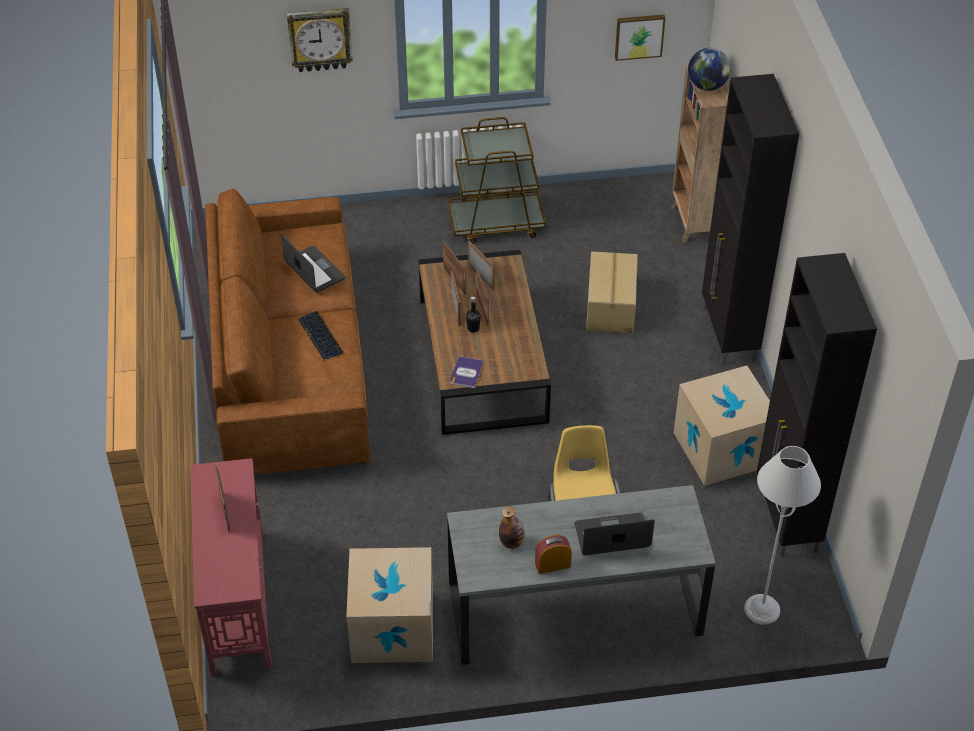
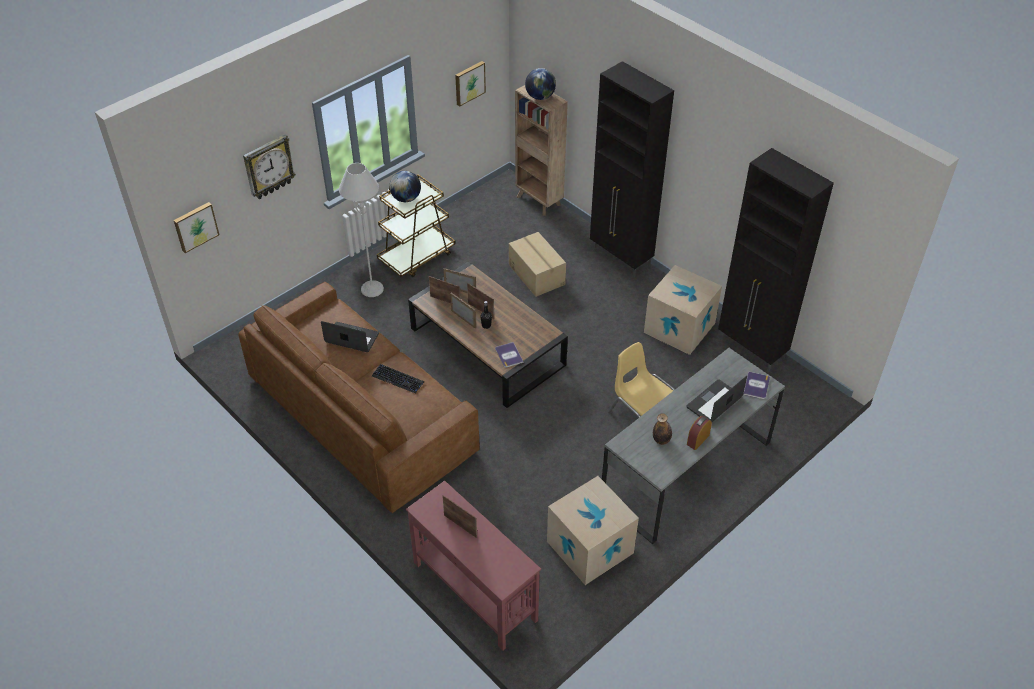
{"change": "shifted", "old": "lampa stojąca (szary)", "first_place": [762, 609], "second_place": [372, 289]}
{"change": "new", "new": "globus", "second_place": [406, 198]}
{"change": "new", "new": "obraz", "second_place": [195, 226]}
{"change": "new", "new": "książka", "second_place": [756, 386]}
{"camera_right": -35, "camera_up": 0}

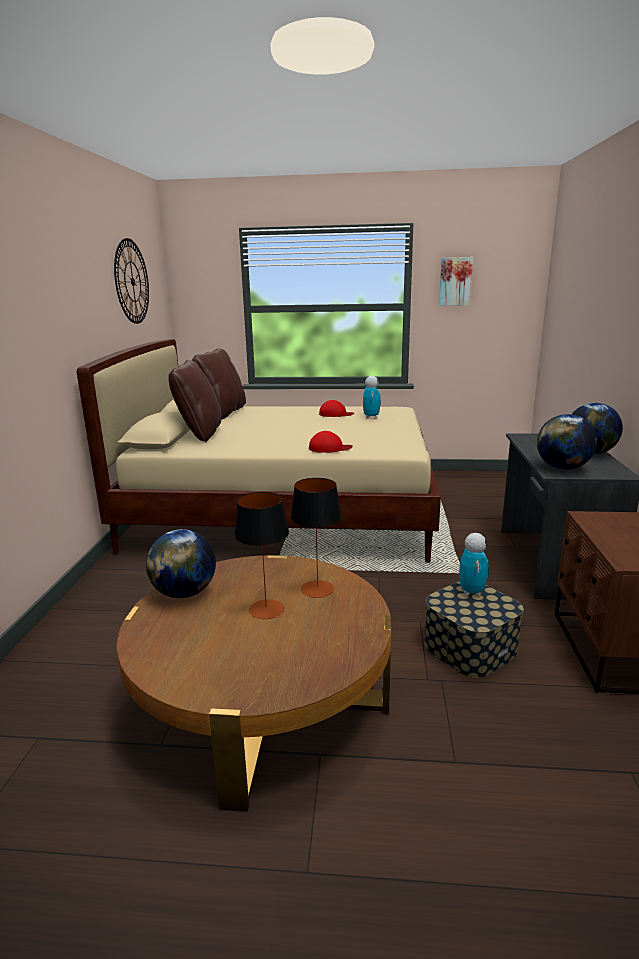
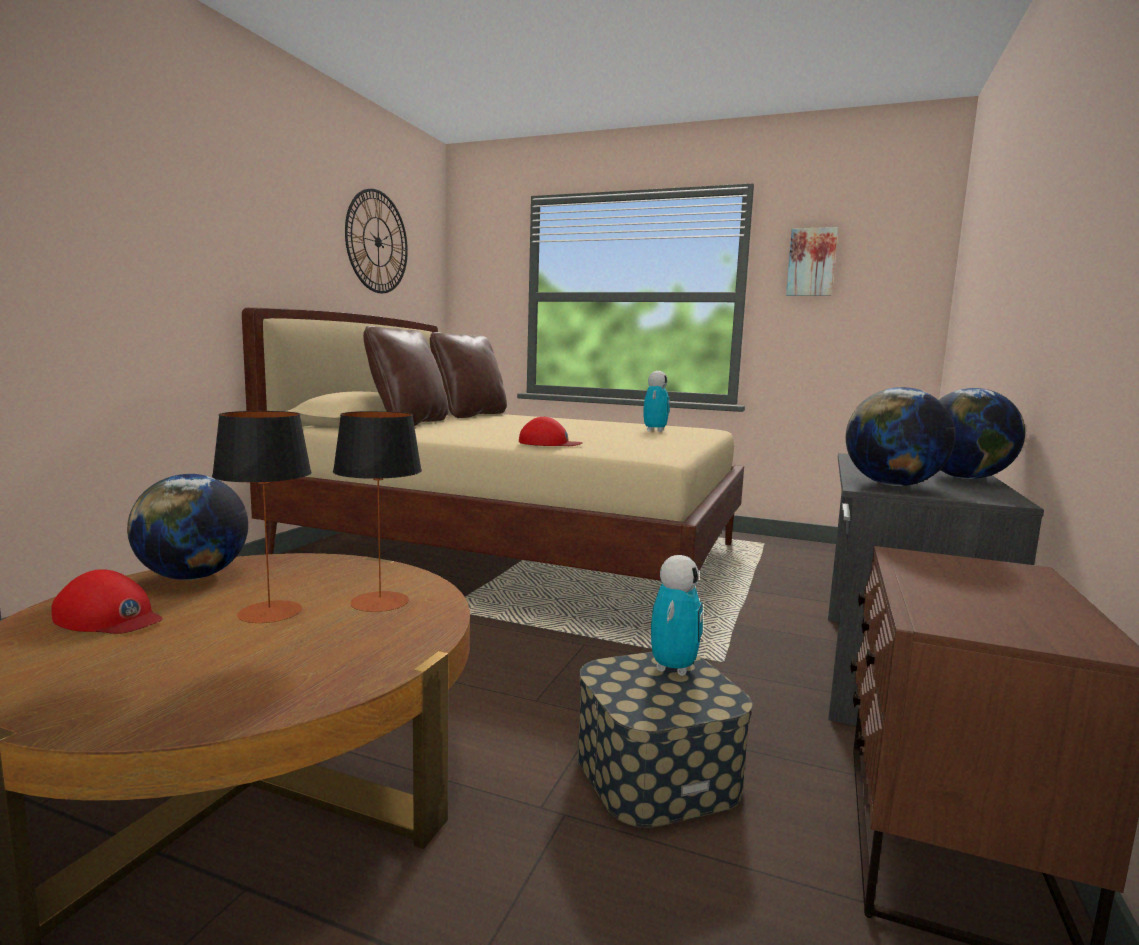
{"change": "shifted", "old": "czapka z daszkiem (czerwony)", "first_place": [335, 414], "second_place": [109, 618]}
{"camera_right": 15, "camera_up": -10}

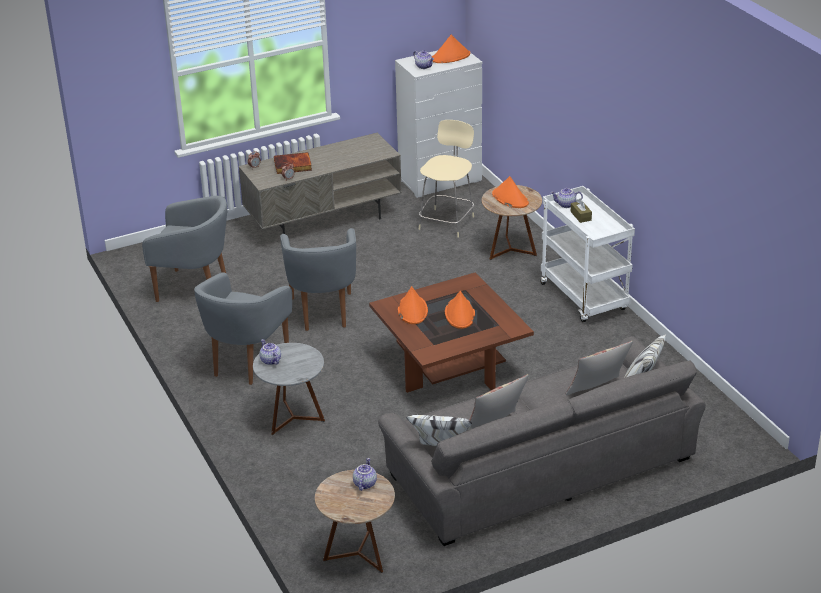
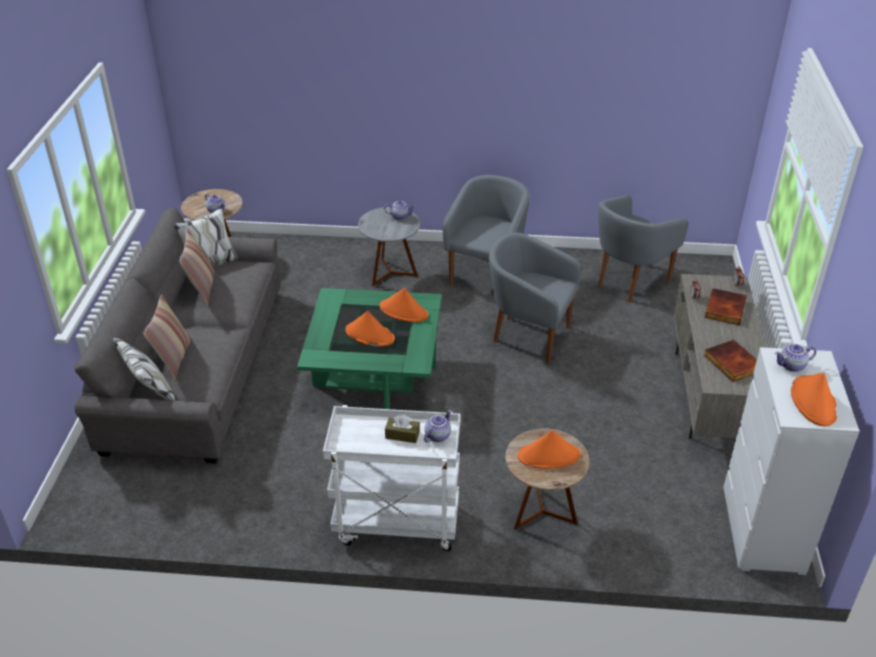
{"change": "gone", "old": "stołek (beżowy)", "first_place": [447, 222]}
{"change": "repainted", "old": "ława (brązowy)", "new": "ława (zielony)", "first_place": [450, 366], "second_place": [375, 376]}
{"change": "rotated", "old": "fotel (szary)", "first_place": [246, 363], "second_place": [487, 275], "degrees": 60}
{"change": "new", "new": "książka", "second_place": [731, 363]}
{"camera_right": 120, "camera_up": 5}

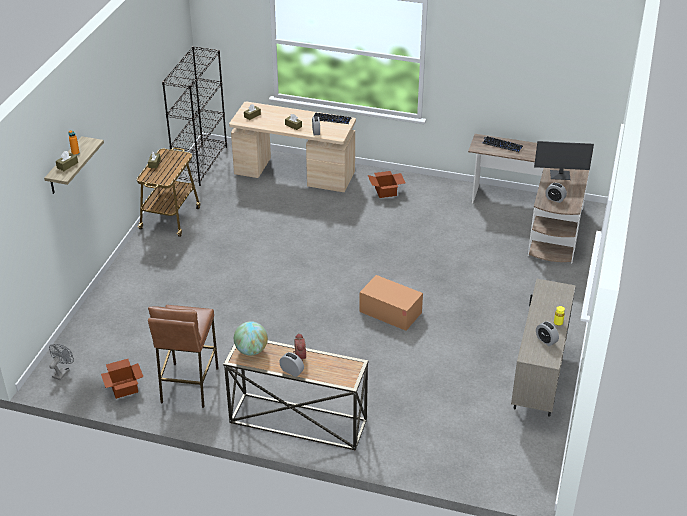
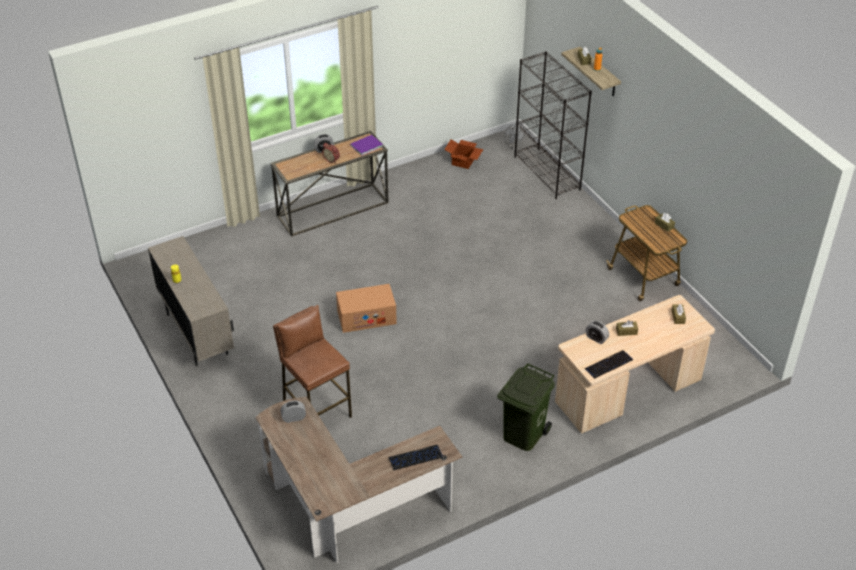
{"change": "shifted", "old": "regał (czarny)", "first_place": [200, 163], "second_place": [547, 173]}
{"change": "gone", "old": "monitor", "first_place": [560, 175]}
{"change": "swapped", "old": "karton", "new": "kosz na śmieci (zielony)", "first_place": [386, 192], "second_place": [522, 434]}
{"change": "shifted", "old": "stołek (brązowy)", "first_place": [189, 385], "second_place": [317, 410]}
{"change": "swapped", "old": "globus", "new": "książka (fioletowy)", "first_place": [251, 350], "second_place": [365, 145]}
{"change": "gone", "old": "budzik", "first_place": [546, 340]}
{"camera_right": 135, "camera_up": 5}

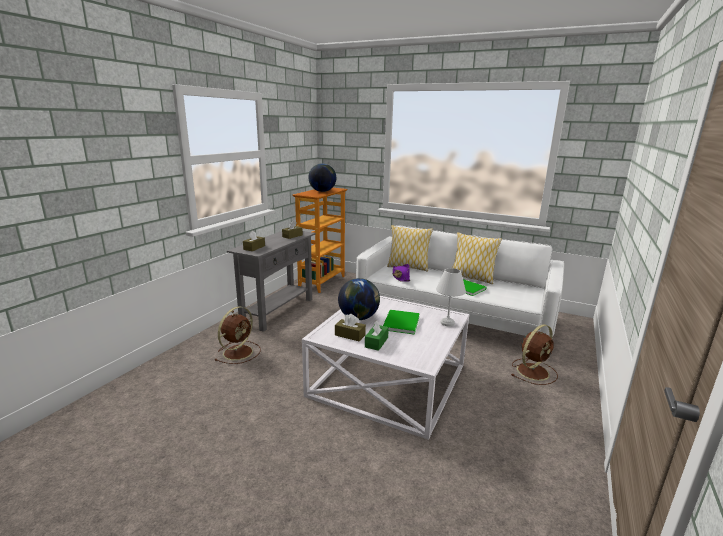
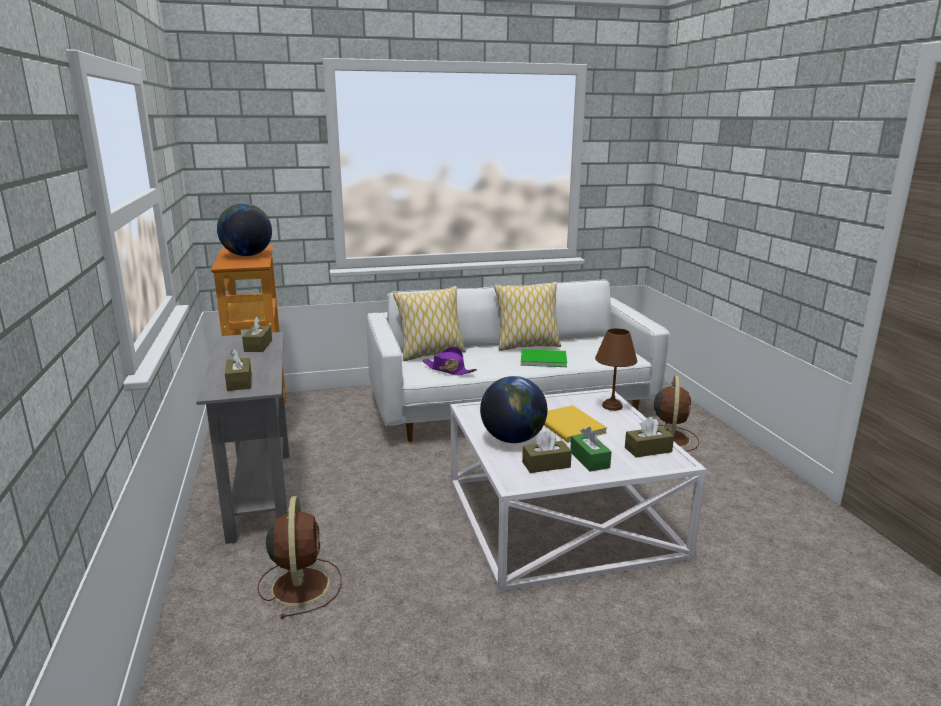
{"change": "repainted", "old": "lampa stołowa (biały)", "new": "lampa stołowa (brązowy)", "first_place": [446, 323], "second_place": [611, 406]}
{"change": "repainted", "old": "książka (zielony)", "new": "książka (żółty)", "first_place": [400, 323], "second_place": [569, 427]}
{"change": "new", "new": "pudełko chusteczek (brązowy)", "second_place": [648, 450]}
{"camera_right": -40, "camera_up": 0}

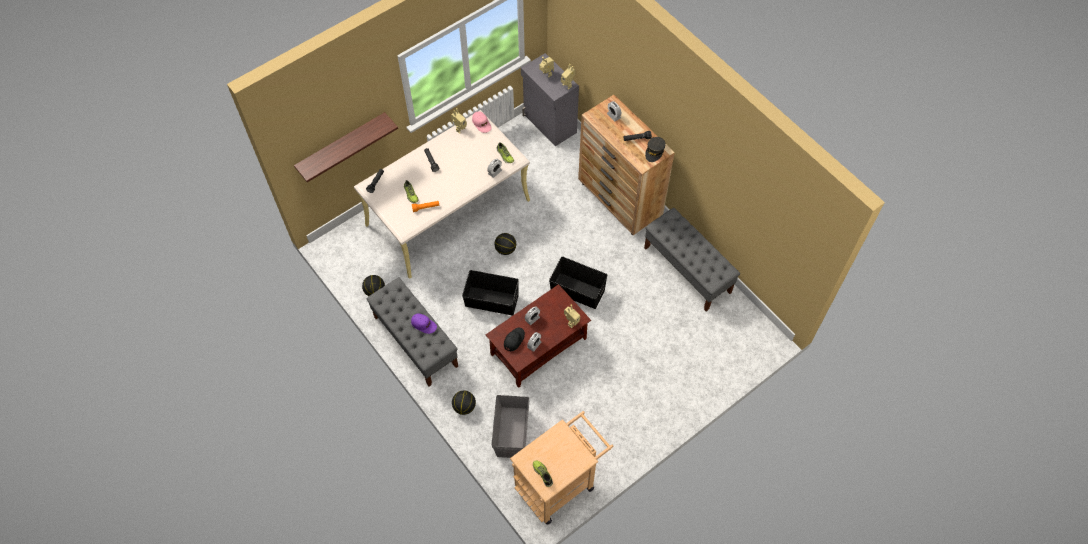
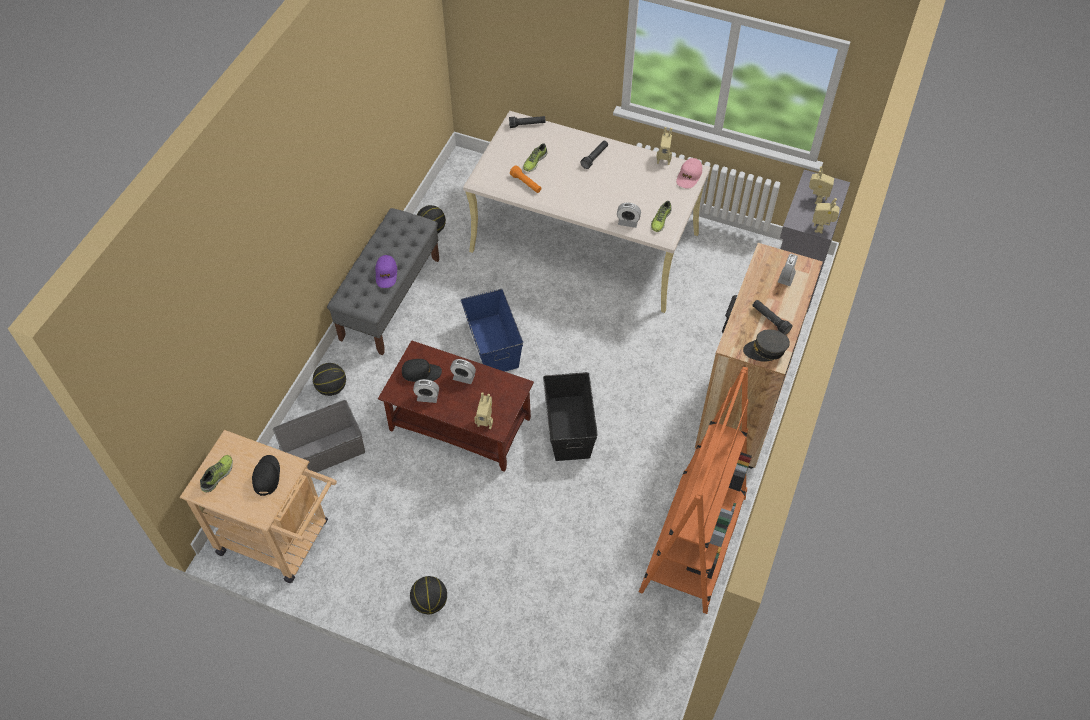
{"change": "gone", "old": "półka", "first_place": [342, 145]}
{"change": "swapped", "old": "ławka (szary)", "new": "regał (pomarańczowy)", "first_place": [687, 270], "second_place": [693, 544]}
{"change": "shifted", "old": "piłka do koszykówki", "first_place": [505, 249], "second_place": [430, 602]}
{"change": "repainted", "old": "pojemnik do przechowywania (czarny)", "new": "pojemnik do przechowywania (niebieski)", "first_place": [491, 300], "second_place": [493, 344]}
{"change": "new", "new": "czapka z daszkiem (czarny)", "second_place": [266, 476]}
{"camera_right": 60, "camera_up": -5}

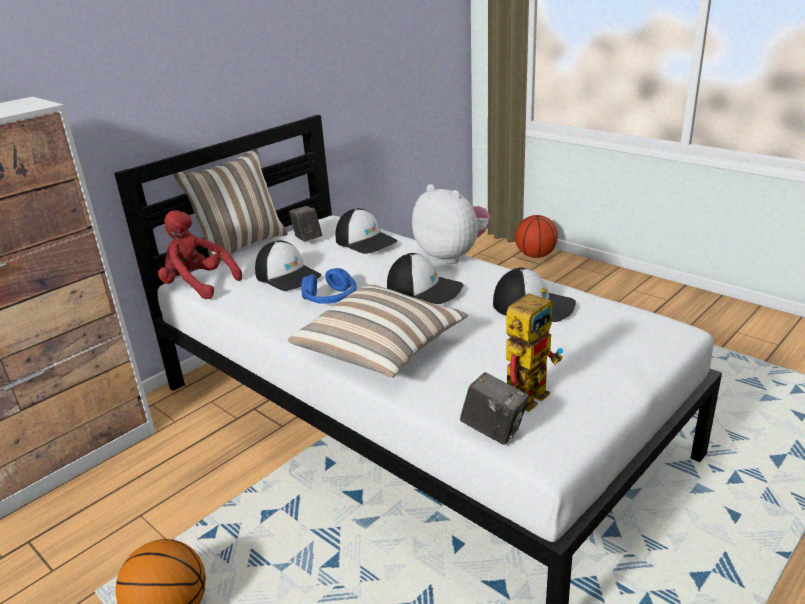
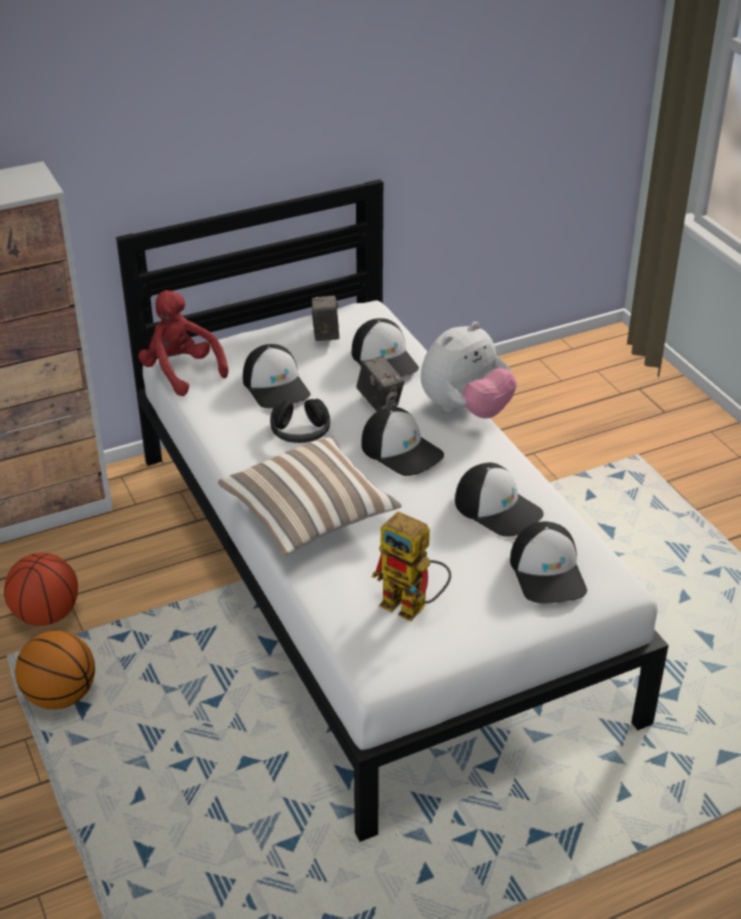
{"change": "gone", "old": "poduszka", "first_place": [240, 246]}
{"change": "rotated", "old": "pluszak", "first_place": [452, 255], "second_place": [466, 410], "degrees": 75}
{"change": "shifted", "old": "piłka do koszykówki", "first_place": [535, 256], "second_place": [46, 615]}
{"change": "repainted", "old": "słuchawki (niebieski)", "new": "słuchawki (czarny)", "first_place": [330, 298], "second_place": [300, 432]}
{"change": "rotated", "old": "robot zabawkowy", "first_place": [529, 391], "second_place": [413, 607], "degrees": 60}
{"change": "shifted", "old": "aparat fotograficzny", "first_place": [493, 430], "second_place": [380, 402]}
{"change": "new", "new": "czapka z daszkiem", "second_place": [548, 573]}
{"camera_right": 20, "camera_up": 10}

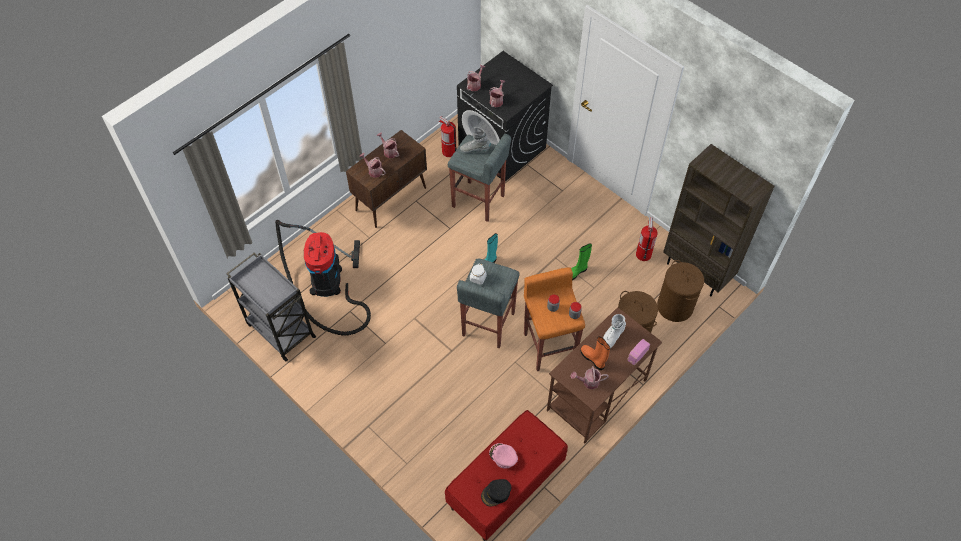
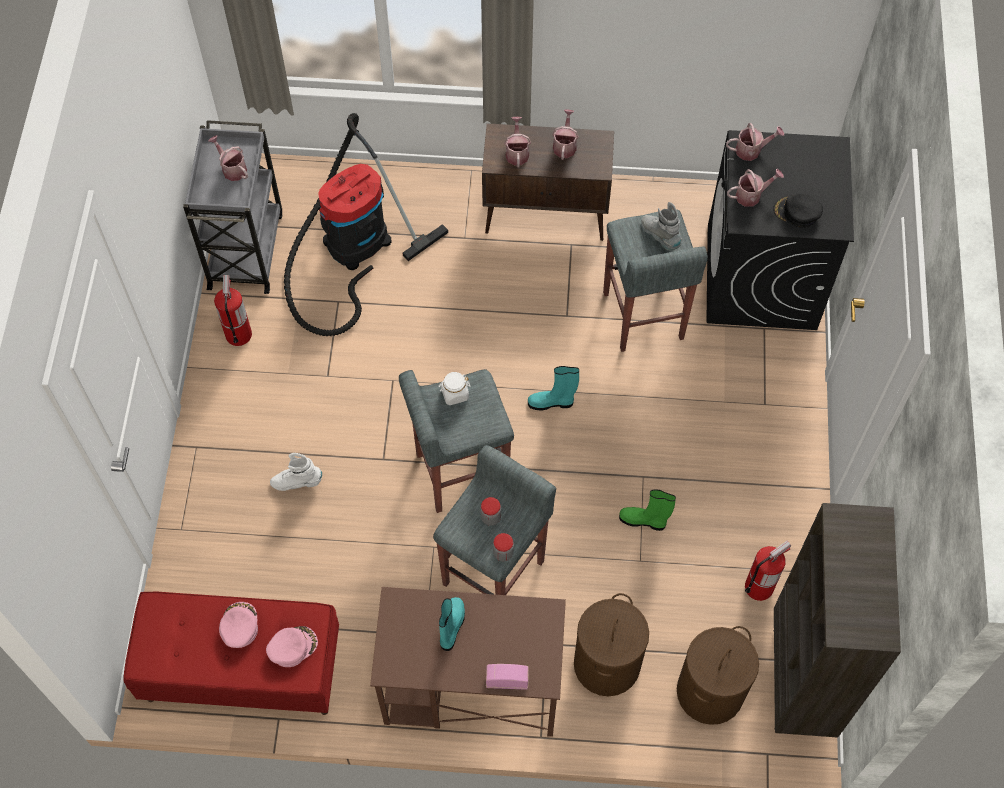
{"change": "shifted", "old": "gaśnica", "first_place": [449, 151], "second_place": [238, 334]}
{"change": "repainted", "old": "stołek (pomarańczowy)", "new": "stołek (szary)", "first_place": [549, 346], "second_place": [495, 572]}
{"change": "shifted", "old": "but z cholewką (biały)", "first_place": [611, 337], "second_place": [297, 482]}
{"change": "repainted", "old": "but z cholewką (pomarańczowy)", "new": "but z cholewką (turkusowy)", "first_place": [593, 359], "second_place": [451, 627]}
{"change": "shifted", "old": "konewka", "first_place": [588, 382], "second_place": [232, 168]}
{"change": "shifted", "old": "czapka z daszkiem (czarny)", "first_place": [496, 493], "second_place": [797, 212]}
{"change": "new", "new": "czapka z daszkiem (różowy)", "second_place": [292, 646]}
{"camera_right": 50, "camera_up": 5}

